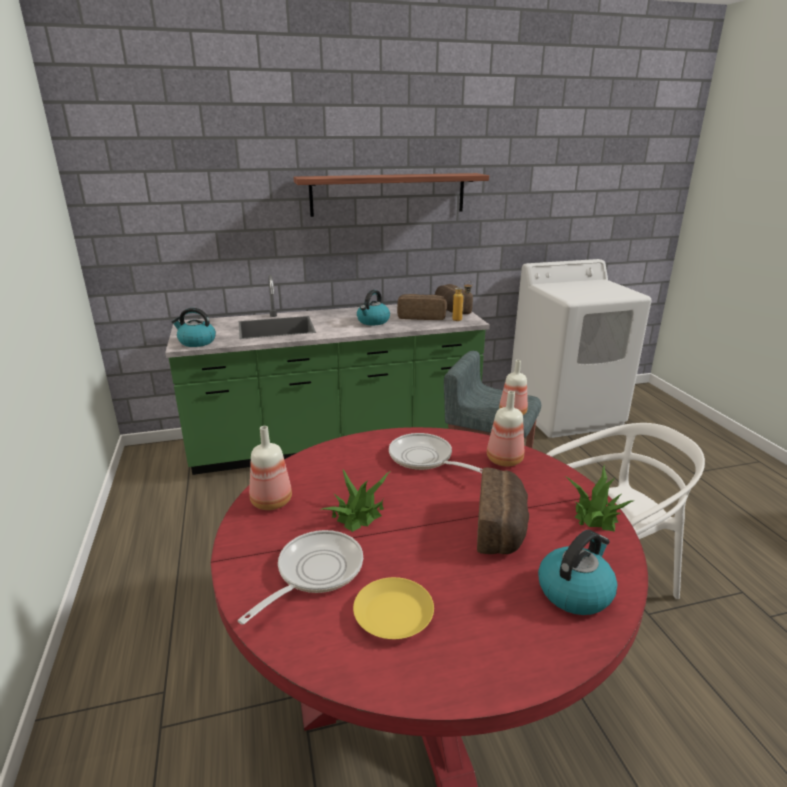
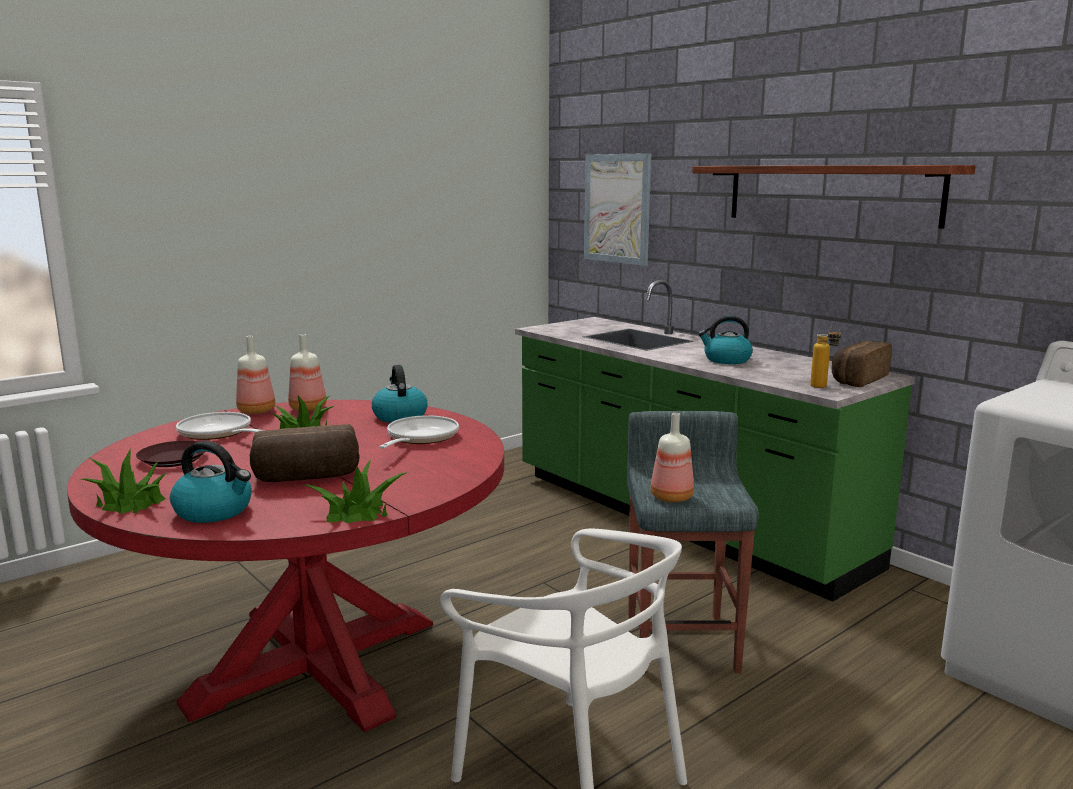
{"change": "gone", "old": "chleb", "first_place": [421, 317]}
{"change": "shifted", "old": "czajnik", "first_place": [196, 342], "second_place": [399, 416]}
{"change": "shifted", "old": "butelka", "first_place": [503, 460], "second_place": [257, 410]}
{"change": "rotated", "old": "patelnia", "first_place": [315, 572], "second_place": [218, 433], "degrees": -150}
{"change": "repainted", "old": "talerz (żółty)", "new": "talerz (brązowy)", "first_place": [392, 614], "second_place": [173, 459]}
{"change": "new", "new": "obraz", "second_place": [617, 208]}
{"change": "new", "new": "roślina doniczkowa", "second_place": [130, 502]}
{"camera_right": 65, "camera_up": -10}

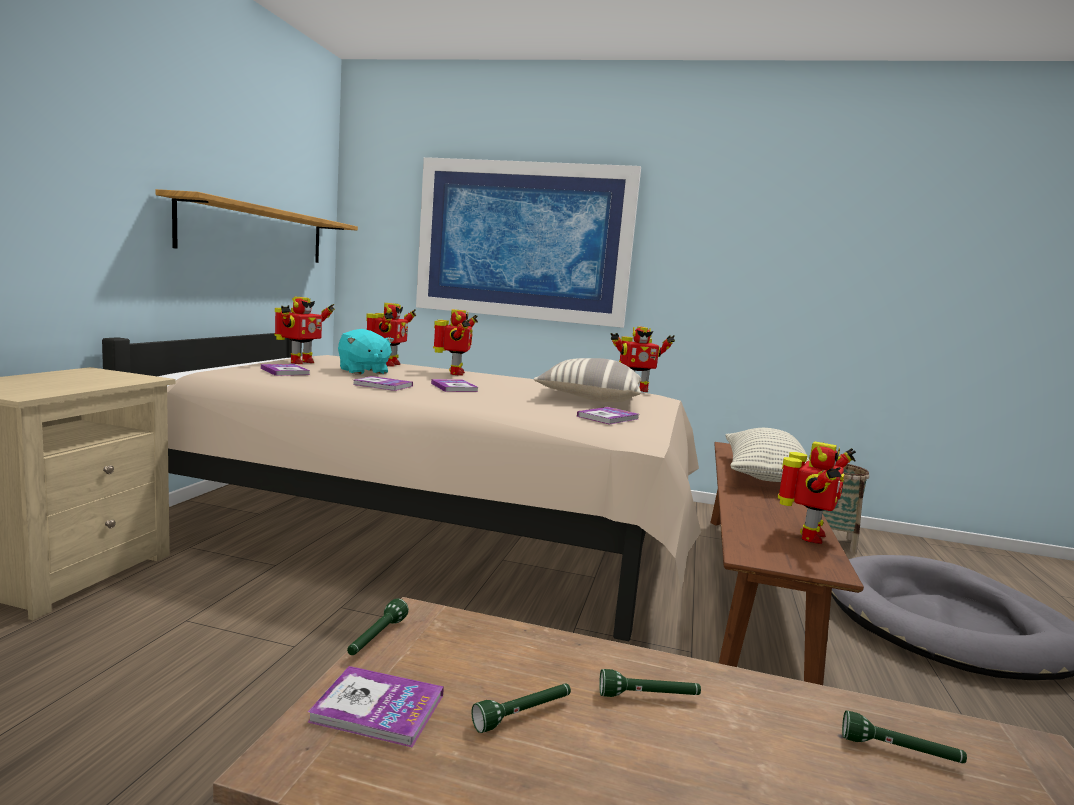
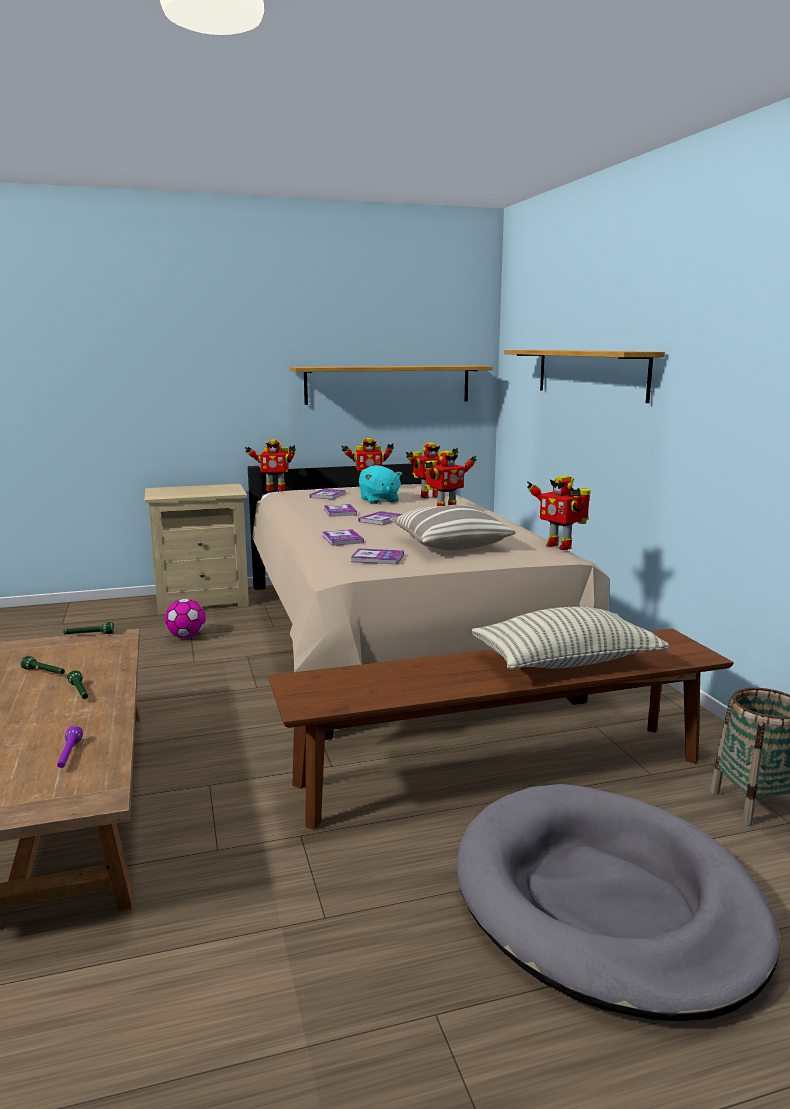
{"change": "swapped", "old": "obraz", "new": "półka", "first_place": [523, 241], "second_place": [590, 373]}
{"change": "rotated", "old": "pluszak (turkusowy)", "first_place": [363, 371], "second_place": [379, 500], "degrees": -45}
{"change": "shifted", "old": "robot zabawkowy", "first_place": [808, 536], "second_place": [275, 490]}
{"change": "shifted", "old": "książka", "first_place": [378, 708], "second_place": [342, 539]}
{"change": "repainted", "old": "latarka (zielony)", "new": "latarka (fioletowy)", "first_place": [900, 752], "second_place": [69, 755]}
{"change": "new", "new": "piłka futbolowa", "second_place": [186, 637]}
{"camera_right": 60, "camera_up": 5}

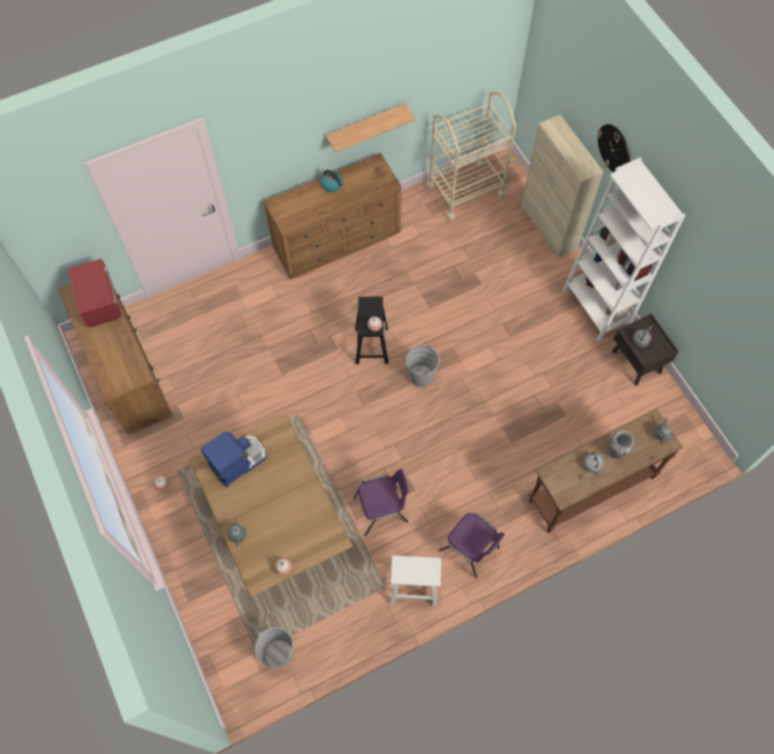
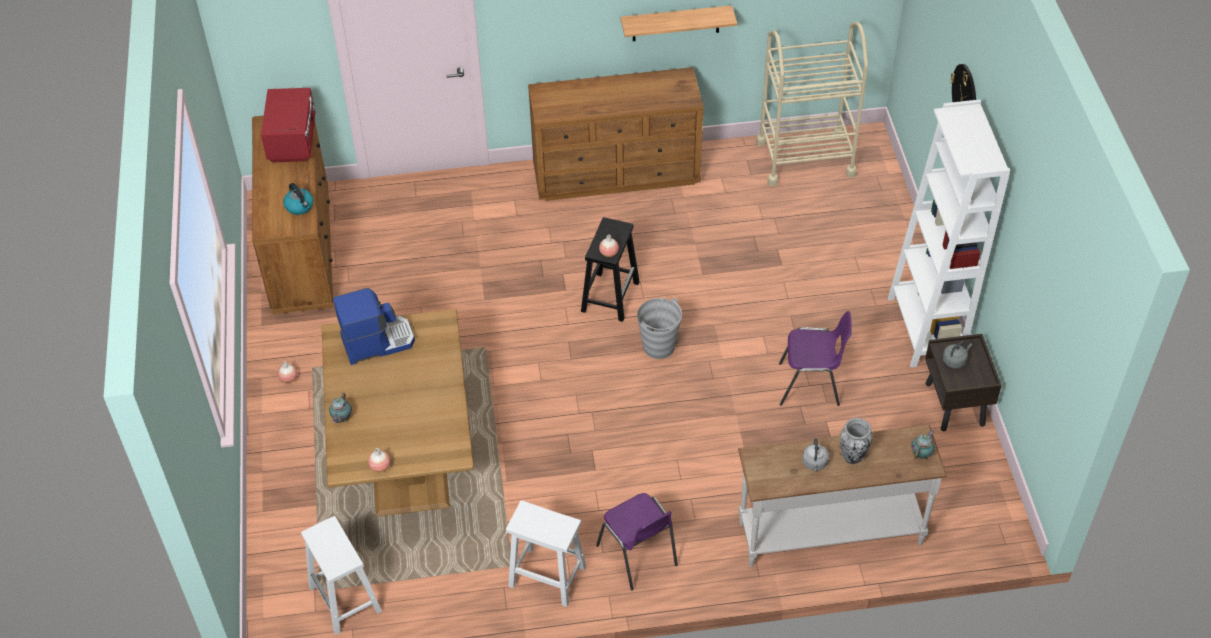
{"change": "gone", "old": "szafka (beżowy)", "first_place": [548, 227]}
{"change": "shifted", "old": "czajnik", "first_place": [332, 185], "second_place": [300, 206]}
{"change": "repainted", "old": "stolik konsolowy (brązowy)", "new": "stolik konsolowy (biały)", "first_place": [590, 488], "second_place": [829, 532]}
{"change": "shifted", "old": "krzesło (fioletowy)", "first_place": [382, 510], "second_place": [811, 385]}
{"change": "swapped", "old": "wiadro (szary)", "new": "stołek (biały)", "first_place": [279, 653], "second_place": [346, 599]}
{"camera_right": 20, "camera_up": -15}

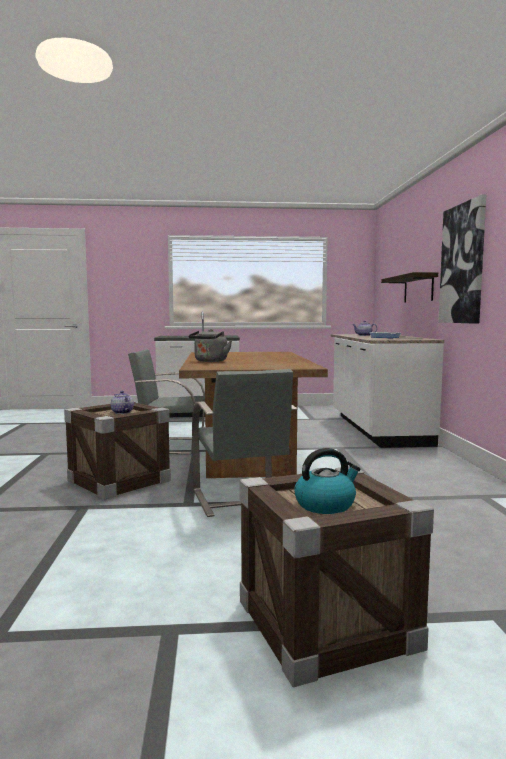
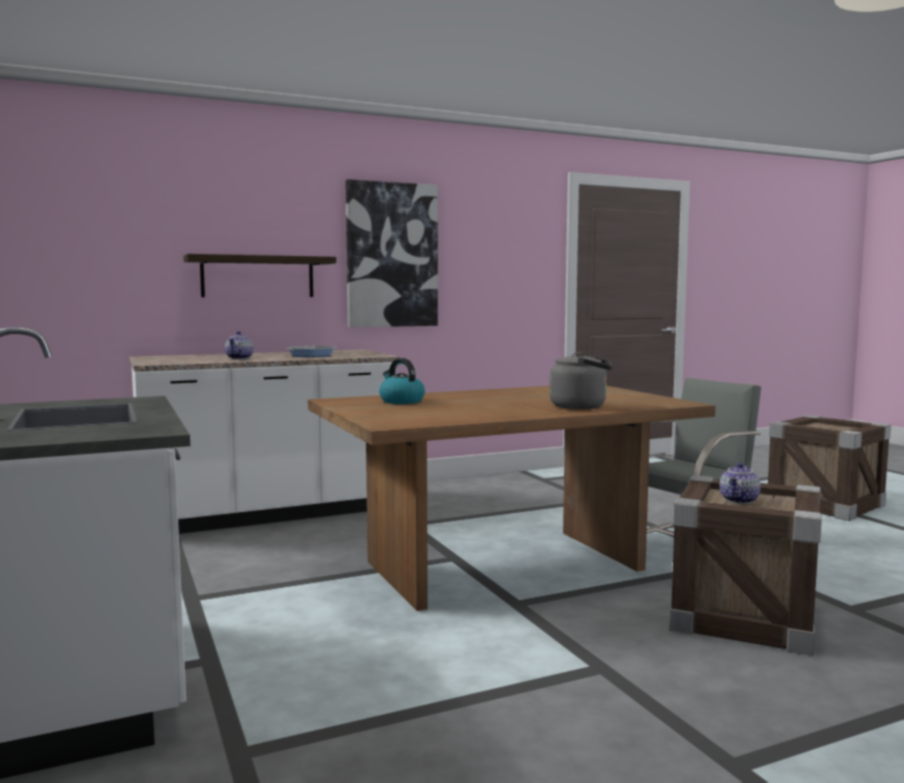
{"change": "gone", "old": "krzesło (szary)", "first_place": [171, 445]}
{"change": "shifted", "old": "czajnik", "first_place": [325, 504], "second_place": [401, 401]}
{"camera_right": -110, "camera_up": 0}

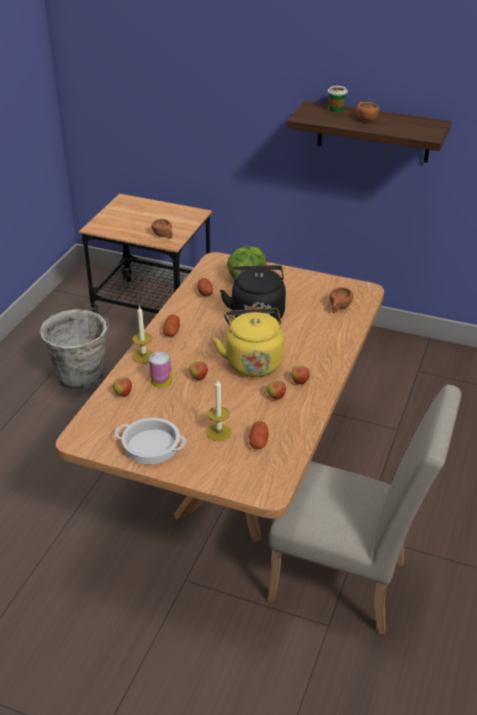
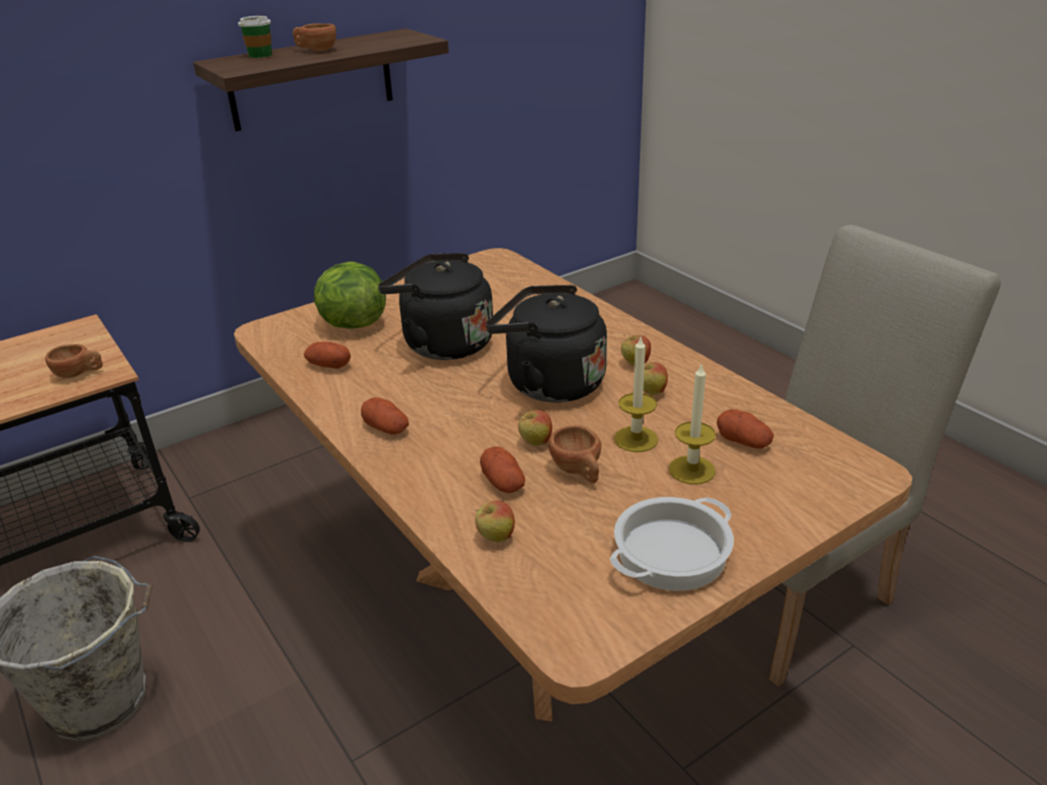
{"change": "shifted", "old": "filiżanka (brązowy)", "first_place": [339, 308], "second_place": [579, 471]}
{"change": "shifted", "old": "świeca", "first_place": [143, 356], "second_place": [636, 439]}
{"change": "repainted", "old": "czajnik (żółty)", "new": "czajnik (czarny)", "first_place": [253, 361], "second_place": [549, 383]}
{"change": "swapped", "old": "puszka", "new": "ziemniak", "first_place": [161, 380], "second_place": [503, 482]}
{"camera_right": -55, "camera_up": -5}

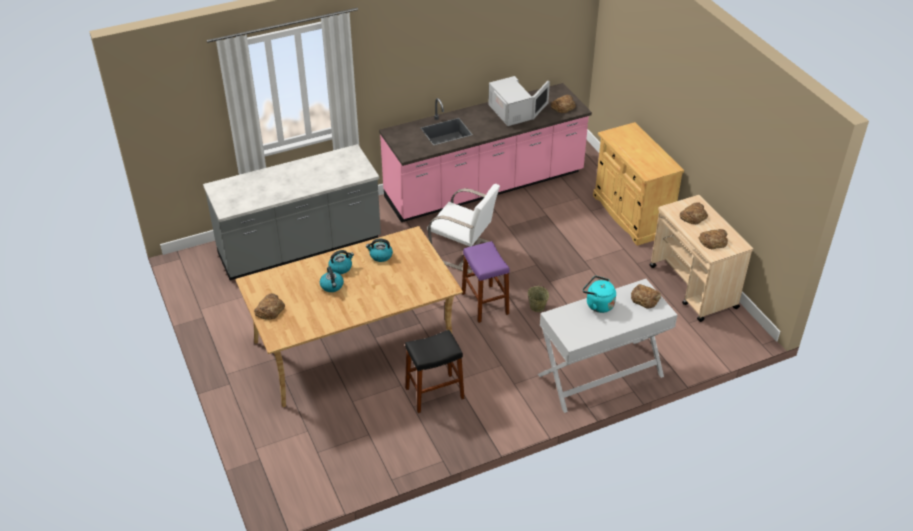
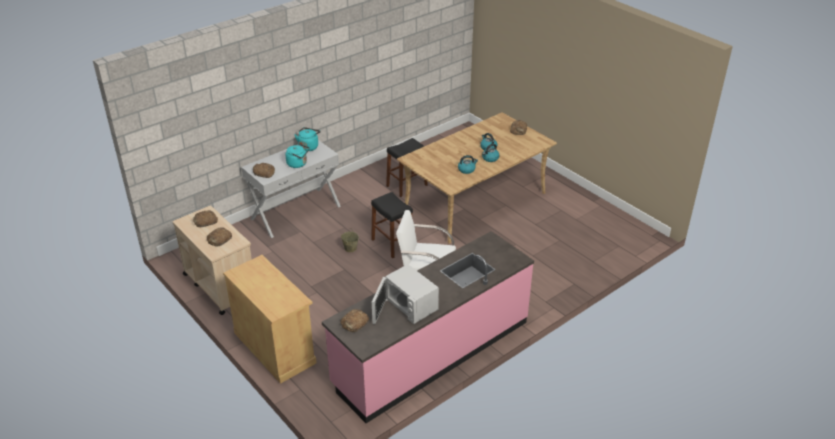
{"change": "gone", "old": "zabudowa kuchenna (szary)", "first_place": [300, 248]}
{"change": "repainted", "old": "stołek (fioletowy)", "new": "stołek (czarny)", "first_place": [485, 303], "second_place": [392, 244]}
{"change": "new", "new": "czajnik (turkusowy)", "second_place": [309, 146]}
{"camera_right": 165, "camera_up": -5}

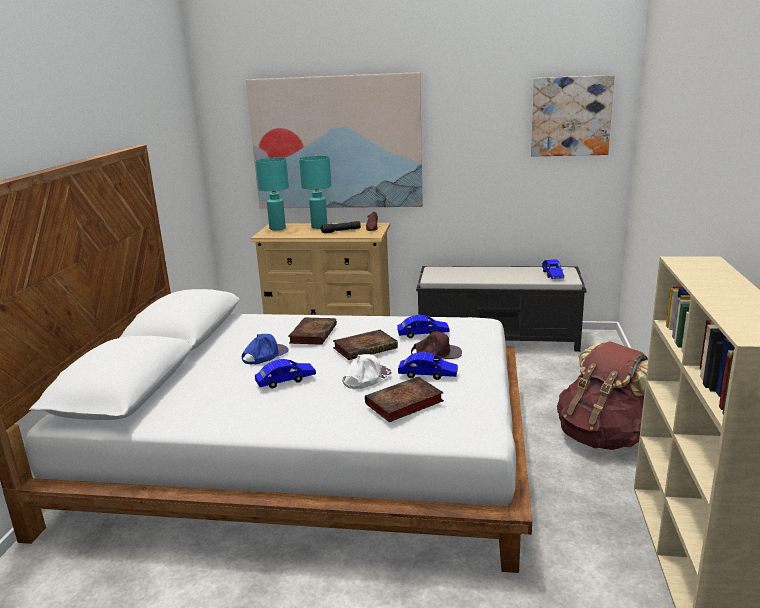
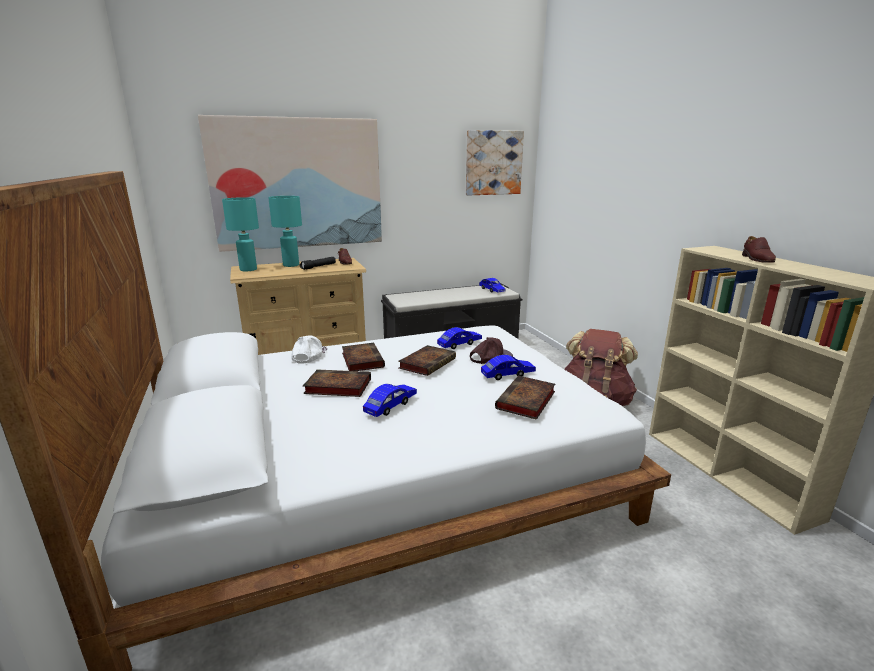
{"change": "swapped", "old": "czapka z daszkiem (niebieski)", "new": "książka", "first_place": [264, 355], "second_place": [336, 387]}
{"change": "shifted", "old": "czapka z daszkiem (biały)", "first_place": [366, 377], "second_place": [308, 355]}
{"change": "new", "new": "but (brązowy)", "second_place": [756, 259]}
{"camera_right": -30, "camera_up": 0}

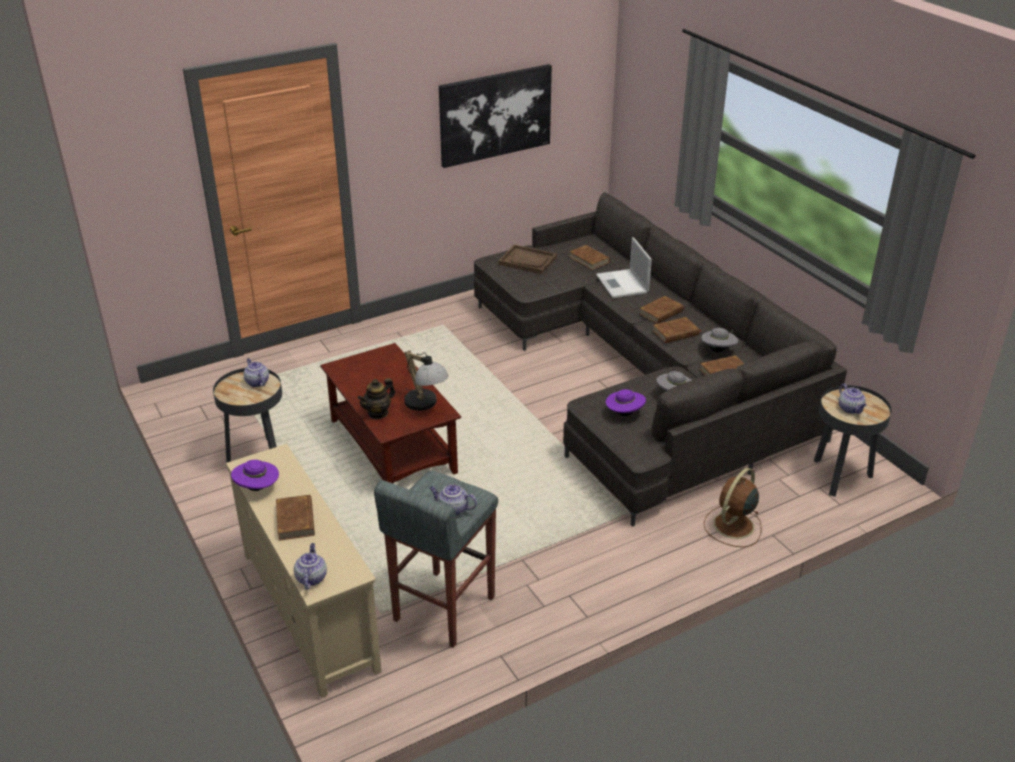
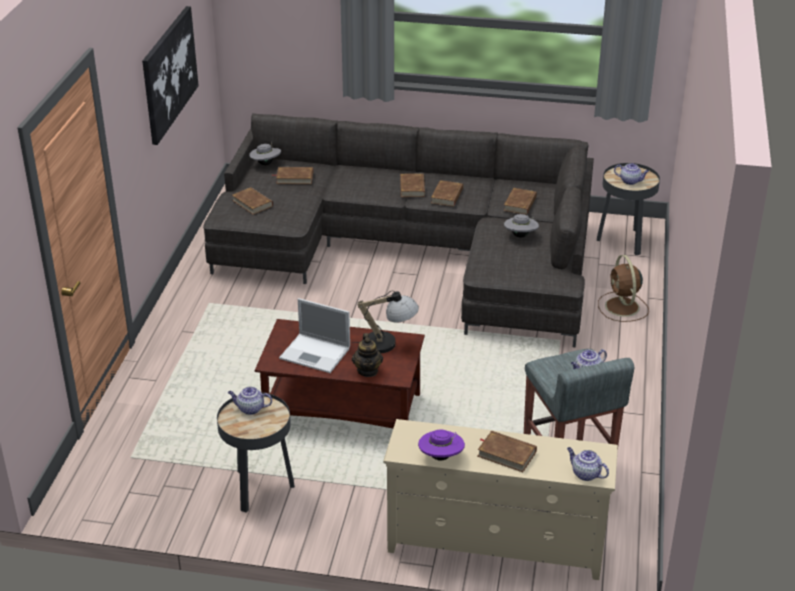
{"change": "shifted", "old": "laptop", "first_place": [622, 284], "second_place": [316, 353]}
{"change": "swapped", "old": "taca (brązowy)", "new": "książka (brązowy)", "first_place": [527, 261], "second_place": [252, 203]}
{"change": "shifted", "old": "kapelusz (szary)", "first_place": [718, 350], "second_place": [266, 164]}
{"change": "gone", "old": "kapelusz (fioletowy)", "first_place": [624, 413]}
{"camera_right": -50, "camera_up": 0}

